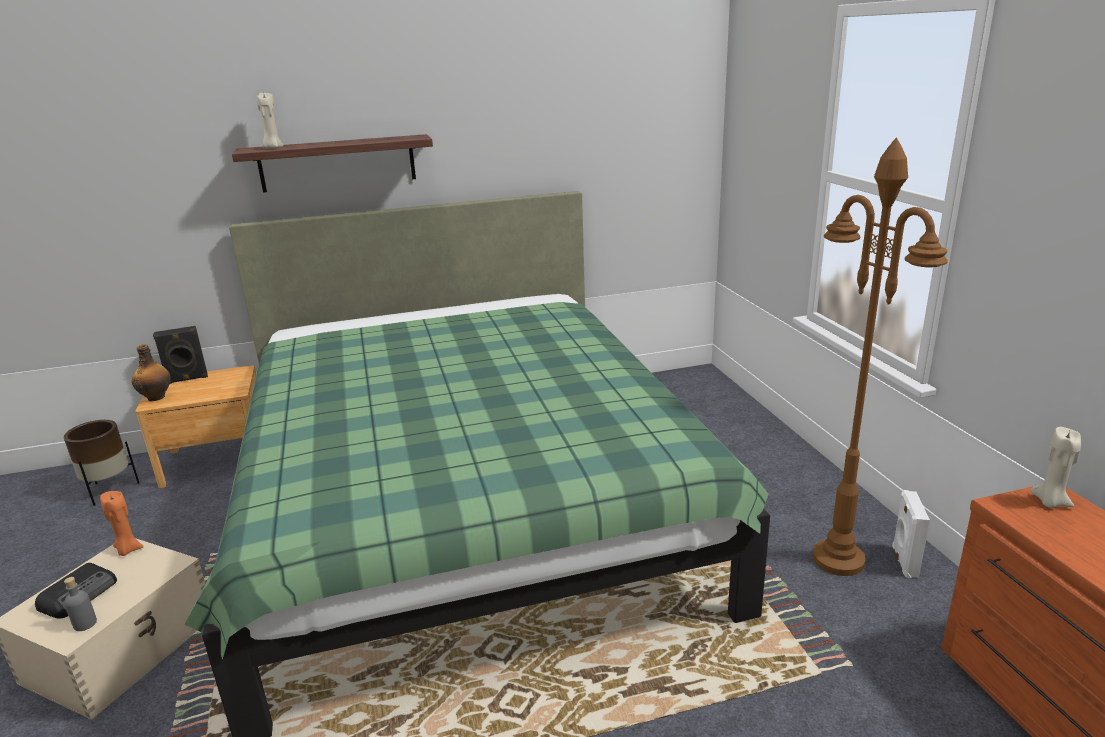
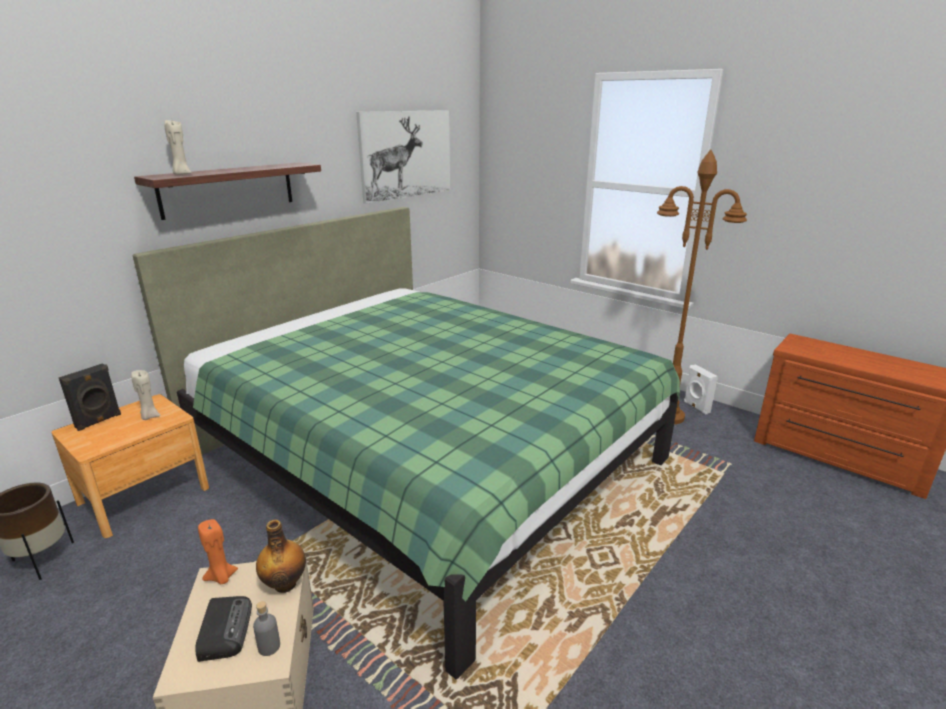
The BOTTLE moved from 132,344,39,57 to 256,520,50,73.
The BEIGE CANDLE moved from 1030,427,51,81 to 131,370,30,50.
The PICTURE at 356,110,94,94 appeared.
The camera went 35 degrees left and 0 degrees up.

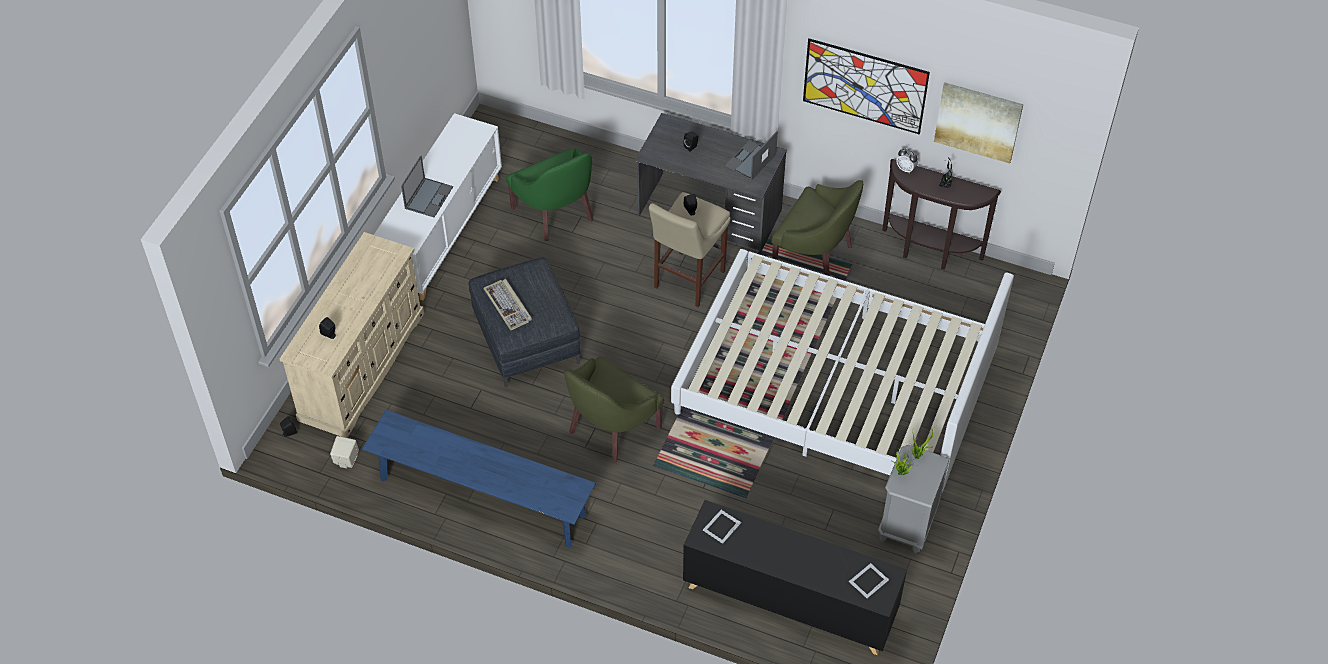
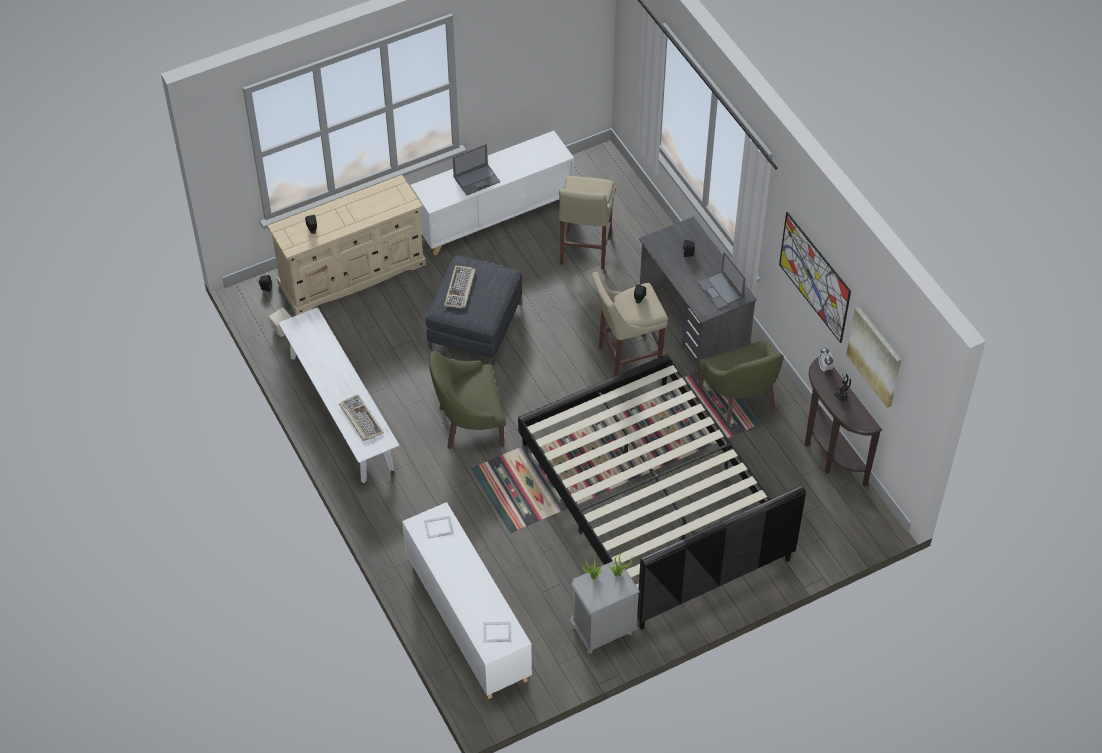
The LAPTOP at 725,131,53,49 turned 105 degrees counterclockwise.
The GREEN ARMCHAIR at 506,148,88,93 was replaced by the BEIGE STOOL at 559,176,56,94.
The WHITE BED at 671,249,343,243 became the BLACK BED at 518,354,288,276.
The BLUE BENCH at 362,410,234,137 became the WHITE BENCH at 279,307,120,176.
The BLACK CABINET at 683,500,224,155 became the WHITE CABINET at 402,502,130,197.
The KEYBOARD at 339,394,45,47 appeared.
The camera went 40 degrees right and 0 degrees up.

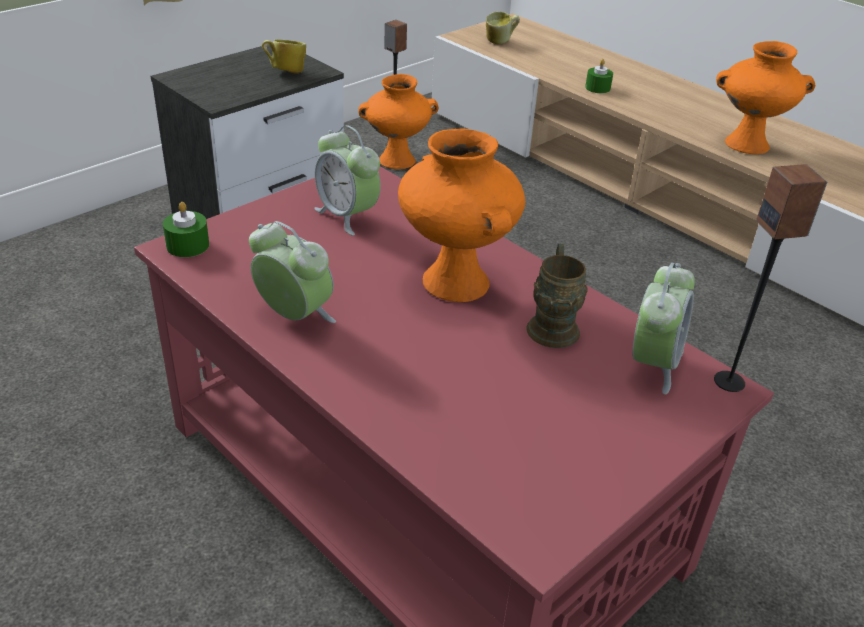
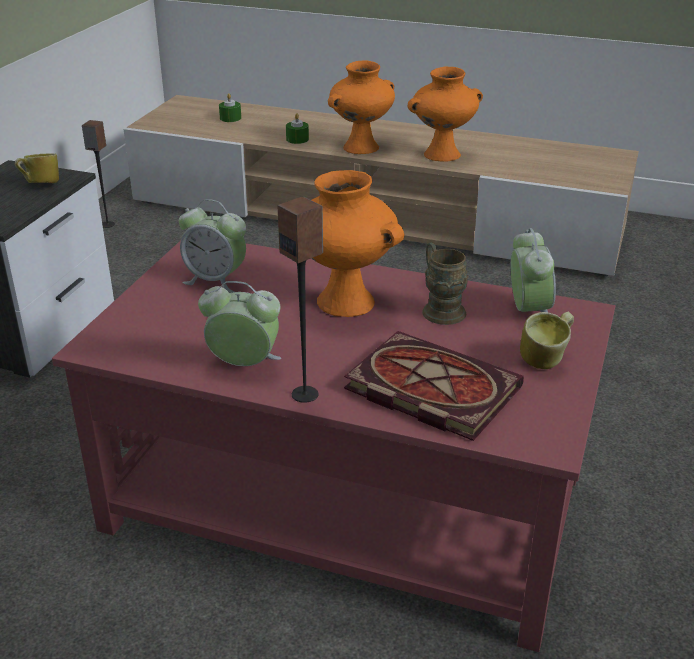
The MUG moved from 486,11,34,34 to 520,312,54,57.
The ORANGE VASE moved from 358,74,81,95 to 328,60,67,94.
The SPEAKER moved from 714,164,113,228 to 278,196,45,207.
The GREEN CANDLE moved from 163,202,46,55 to 219,93,22,29.
The BOOK at 344,331,180,110 appeared.
The camera went 25 degrees left and 5 degrees down.

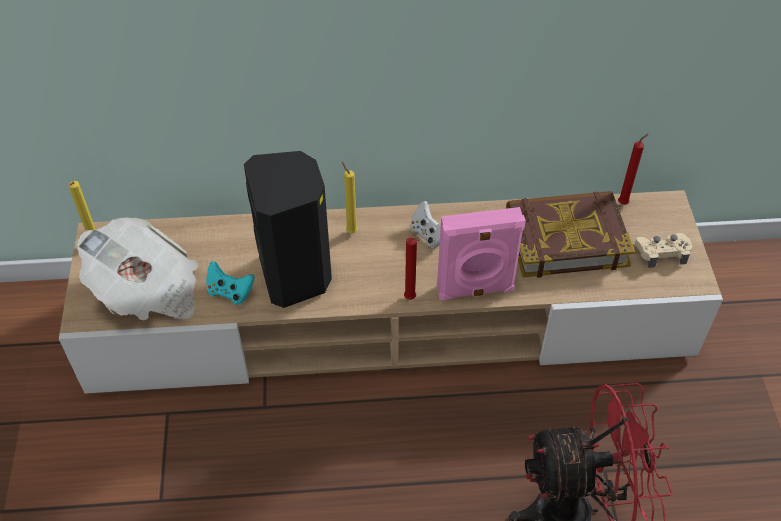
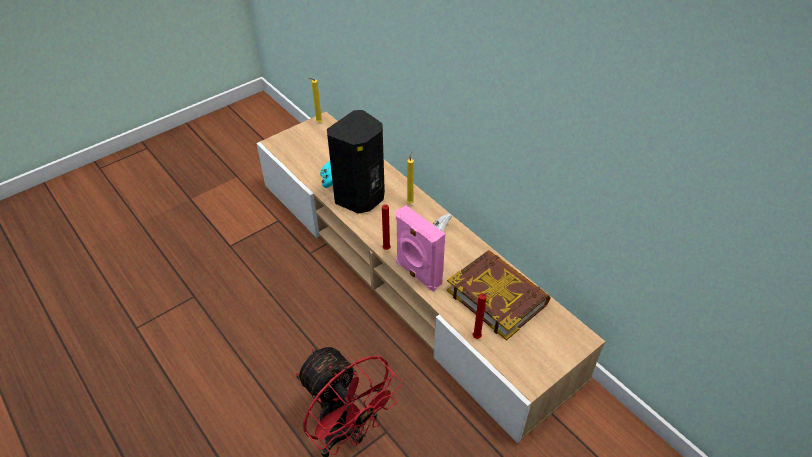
The RED CANDLE moved from 618,133,31,72 to 473,292,19,47.
The NEWSPAPER at 77,218,121,103 disappeared.
The BEIGE GAME CONTROLLER at 635,233,57,35 disappeared.
The camera went 55 degrees right and 5 degrees down.

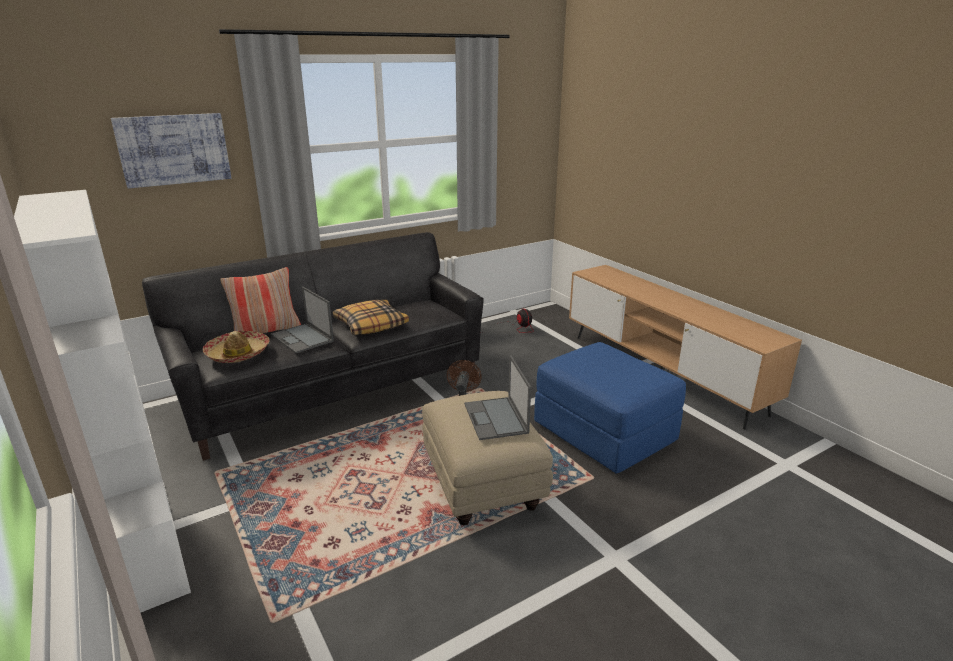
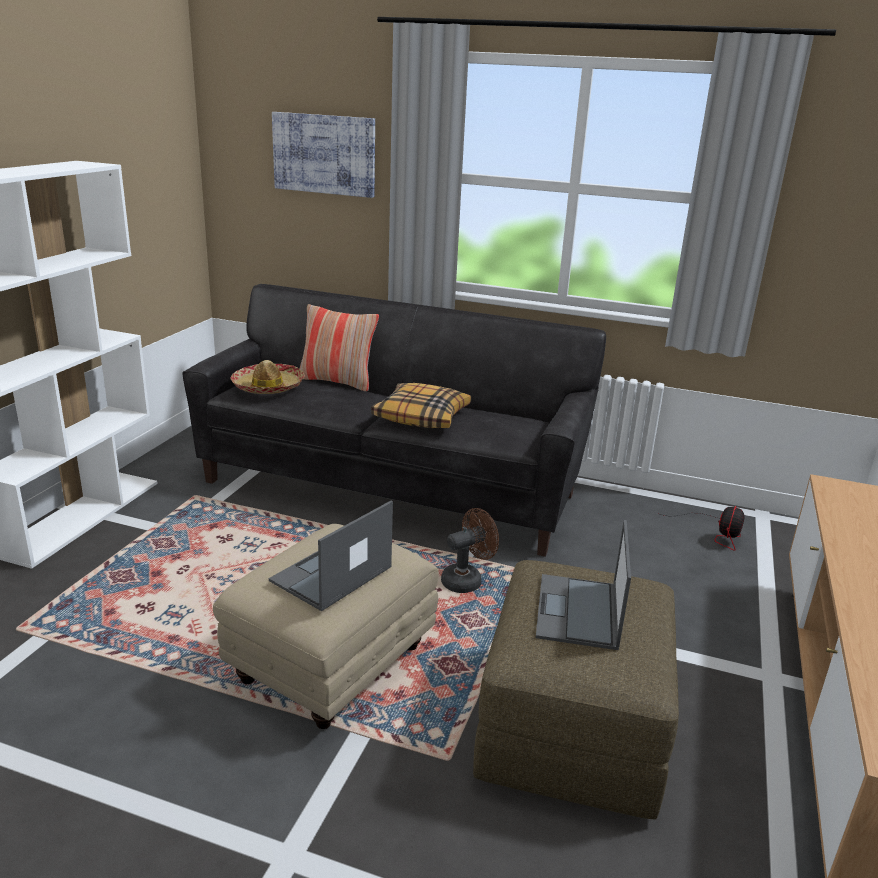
The LAPTOP moved from 271,287,63,66 to 536,520,95,130.
The BLUE OTTOMAN at 534,342,152,132 became the BROWN OTTOMAN at 473,560,206,259.
The camera went 50 degrees right and 0 degrees up.

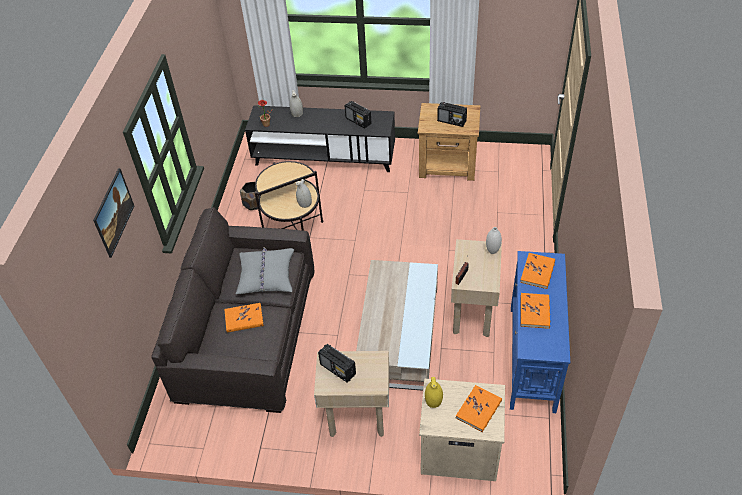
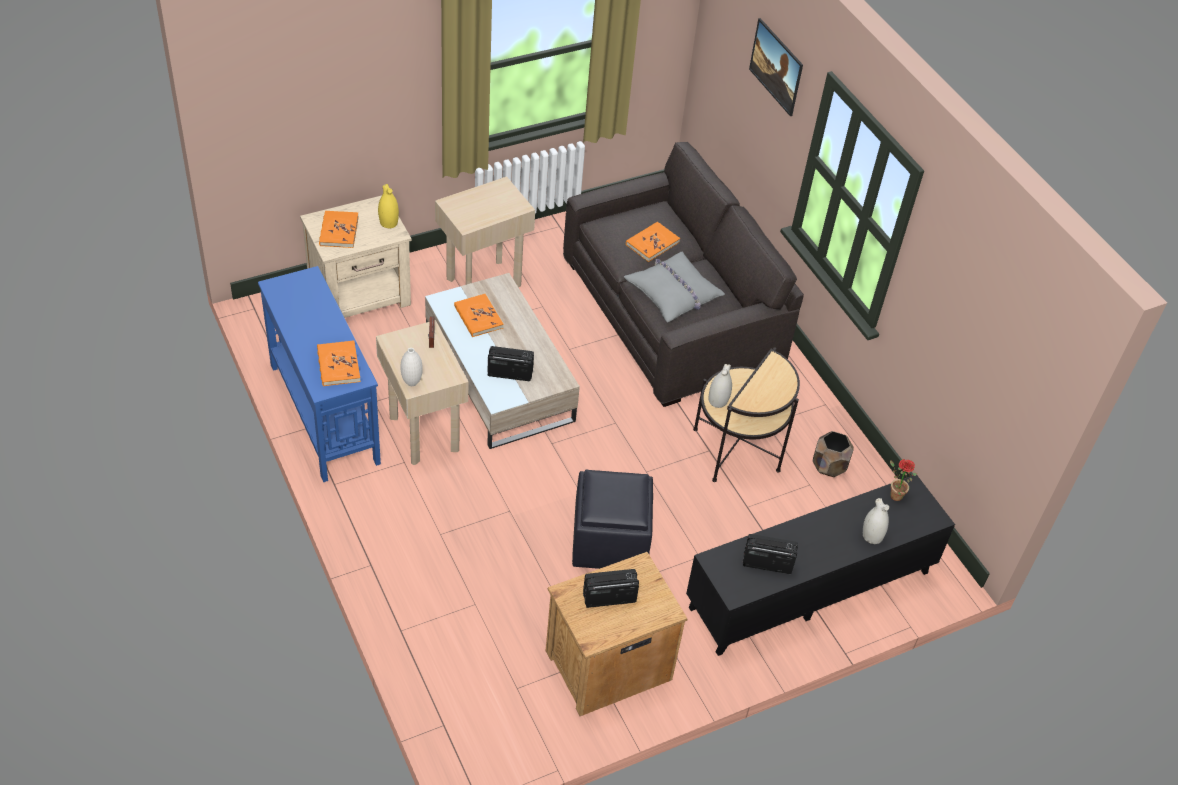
The ORANGE BOOK moved from 521,293,29,36 to 454,294,50,43.
The RADIO moved from 318,344,38,39 to 487,346,47,35.
The BLACK OTTOMAN at 572,470,81,99 appeared.
The camera went 140 degrees right and 0 degrees up.

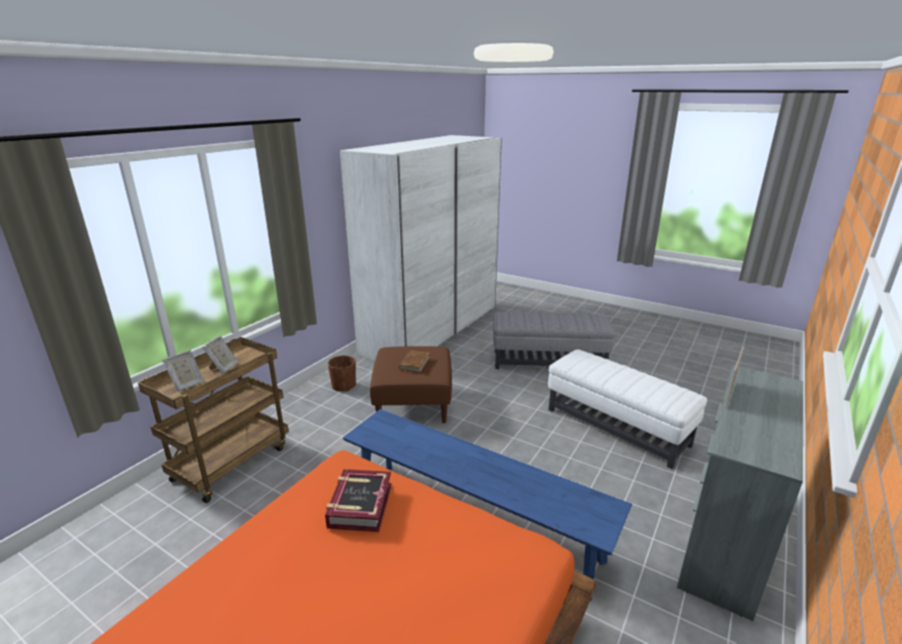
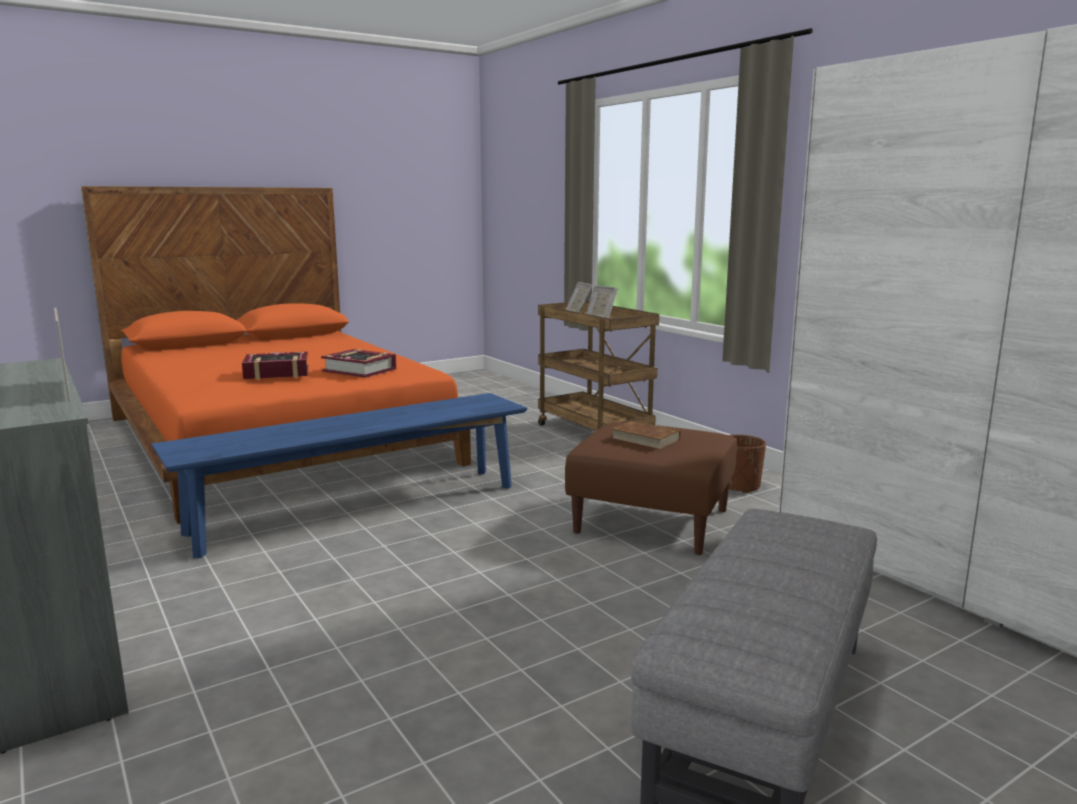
The WHITE OTTOMAN at 548,349,159,120 disappeared.
The BOOK at 242,352,67,27 appeared.
The camera went 115 degrees right and 10 degrees down.

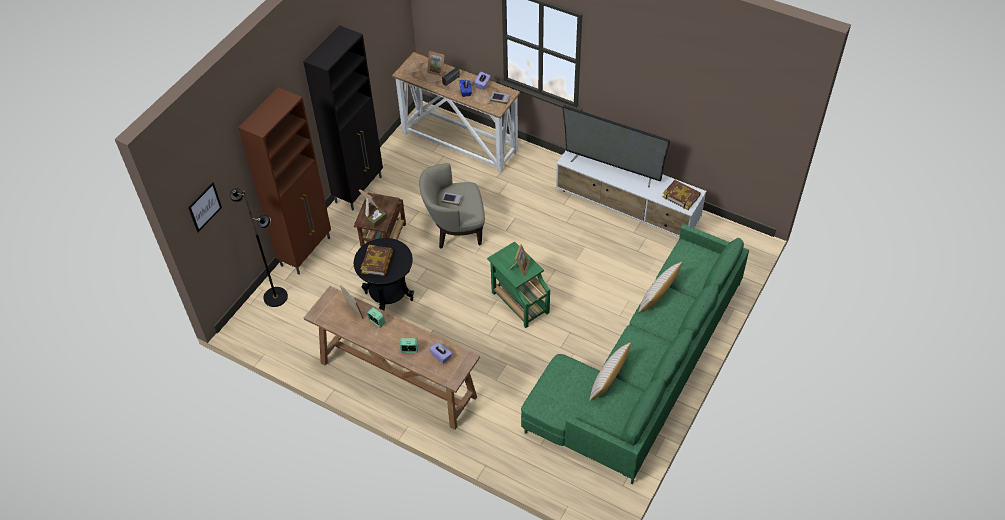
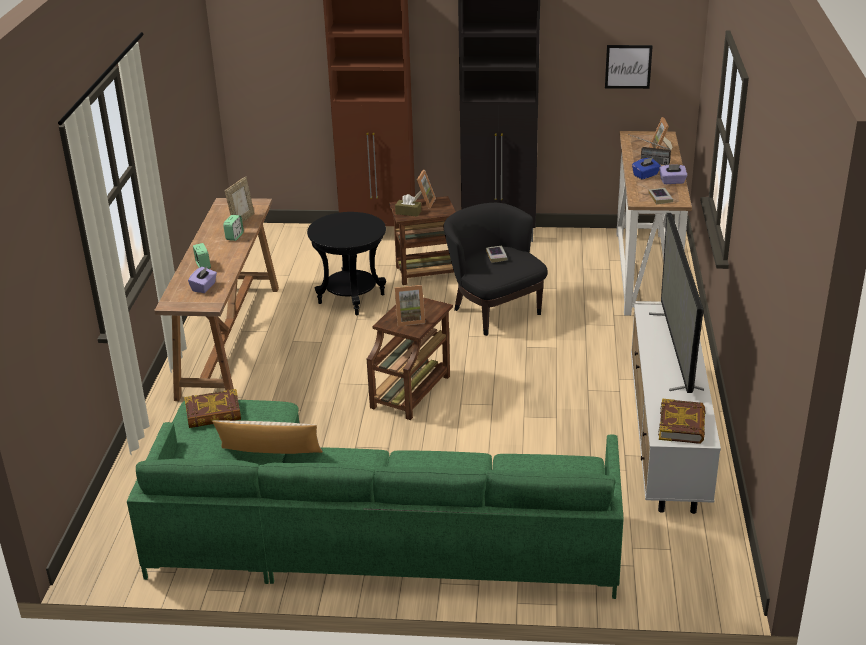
The BEIGE ARMCHAIR at 419,163,66,86 became the BLACK ARMCHAIR at 444,203,104,133.
The PICTURE moved from 188,182,34,50 to 605,45,48,44.
The BLACK FLOOR LAMP at 230,188,58,119 disappeared.
The GREEN SIDE TABLE at 487,241,63,87 became the BROWN SIDE TABLE at 367,297,86,123.
The BOOK moved from 361,245,32,31 to 184,389,57,39.
The BEIGE PILLOW at 638,262,44,51 disappeared.
The camera went 65 degrees right and 20 degrees down.

